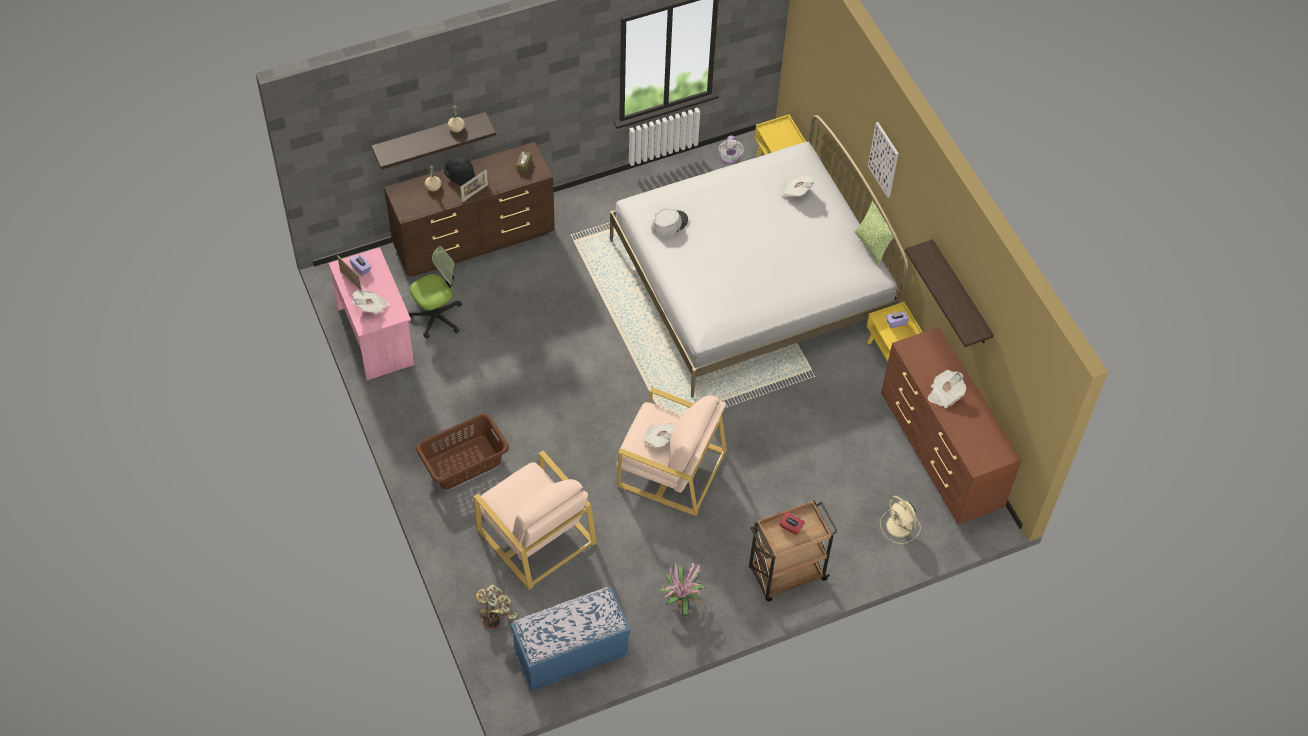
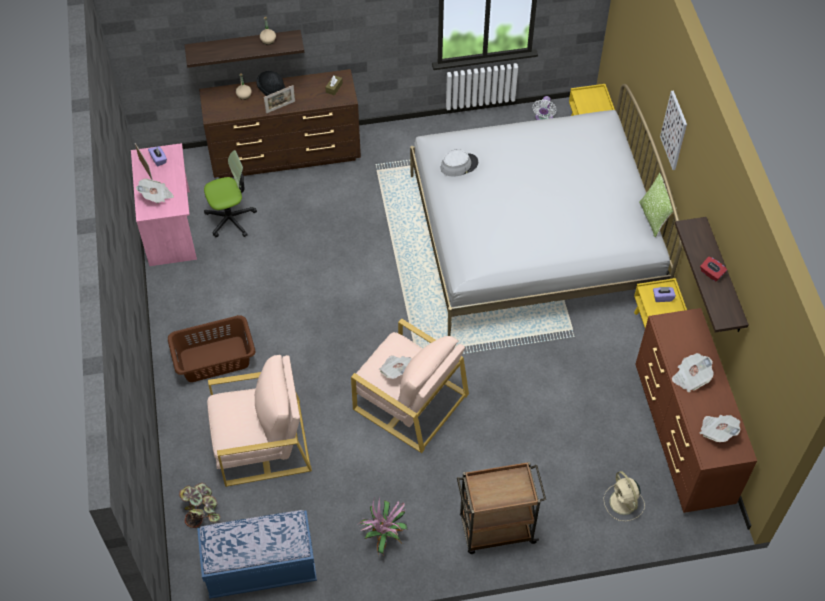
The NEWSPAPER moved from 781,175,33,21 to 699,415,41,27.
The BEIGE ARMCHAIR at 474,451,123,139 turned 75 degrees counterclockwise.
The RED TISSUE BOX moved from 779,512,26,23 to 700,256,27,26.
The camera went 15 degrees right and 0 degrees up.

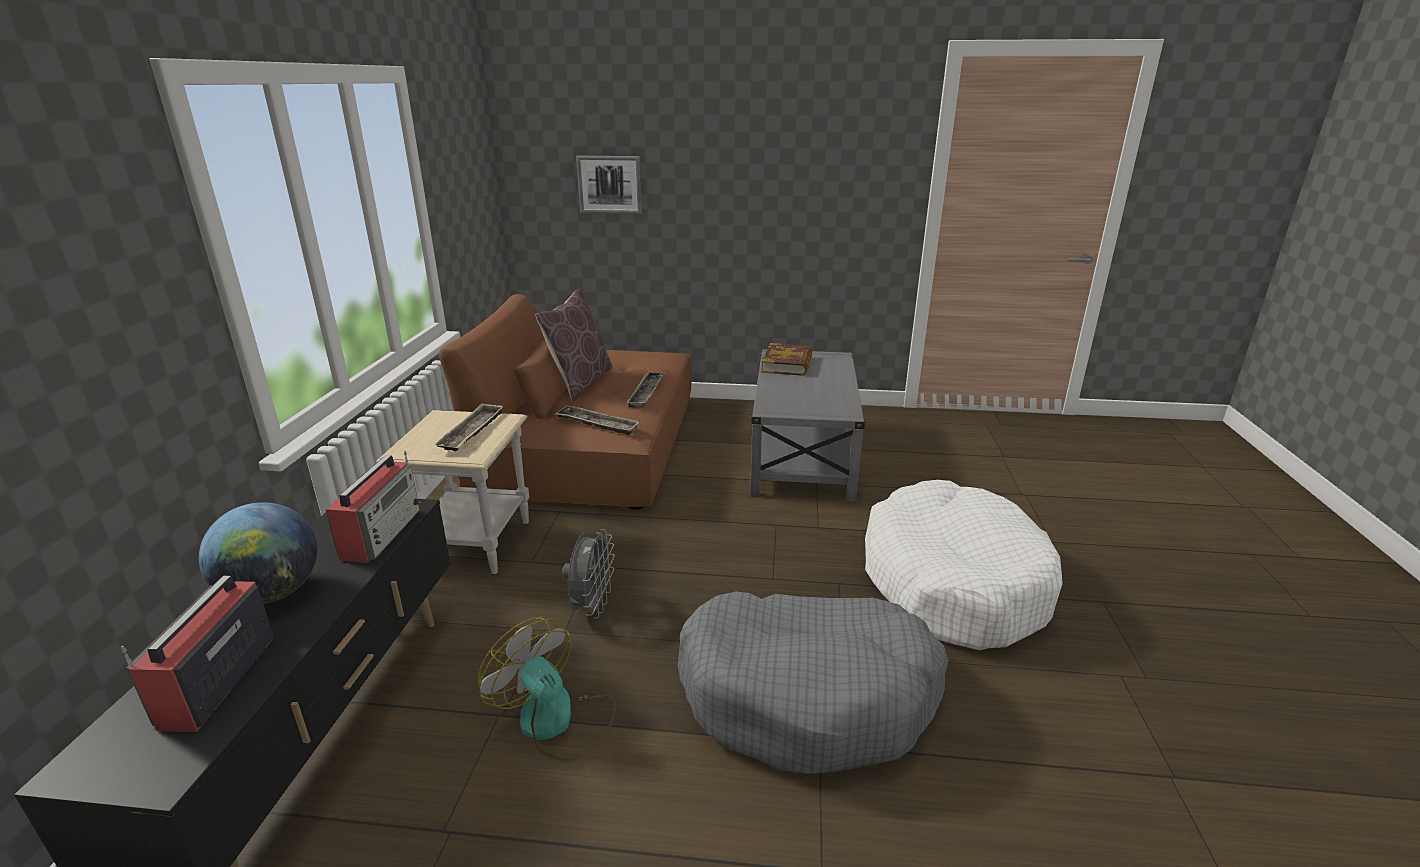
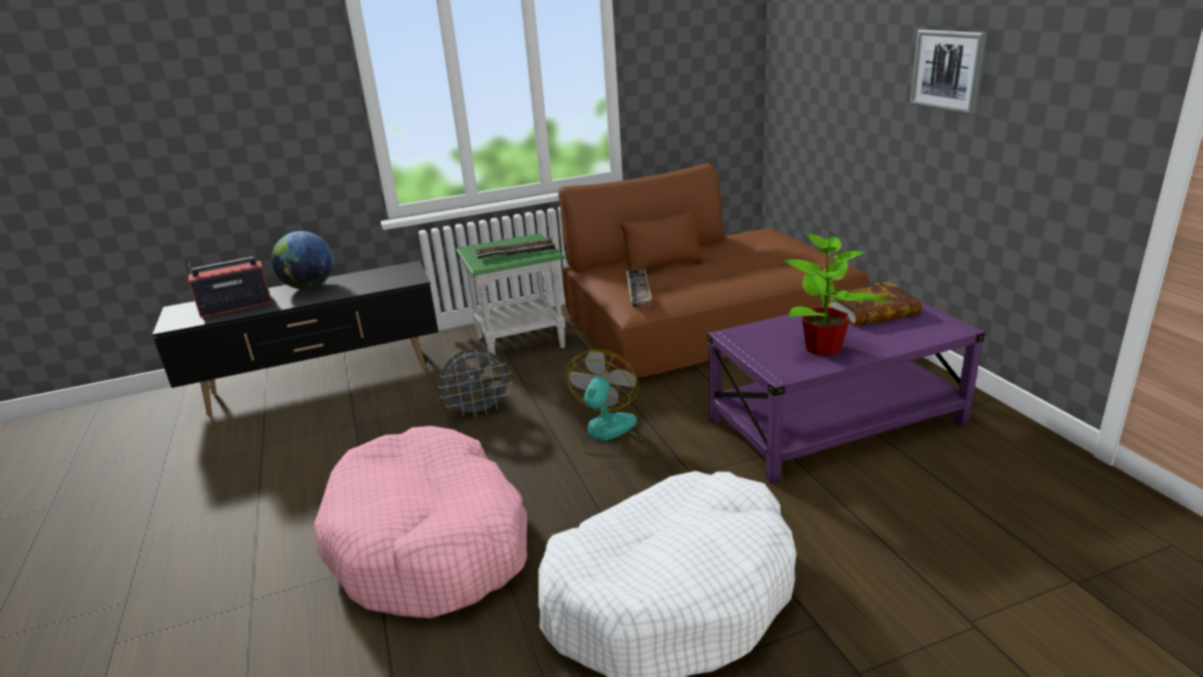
The PICTURE moved from 576,156,66,58 to 910,29,77,86.
The BROWN PILLOW at 536,289,77,113 disappeared.
The GREY COFFEE TABLE at 750,349,116,153 became the PURPLE COFFEE TABLE at 708,301,277,183.
The TRAY at 626,372,39,36 disappeared.
The BEIGE SIDE TABLE at 376,410,153,164 became the GREEN SIDE TABLE at 456,233,110,131.
The RADIO at 326,451,95,112 disappeared.
The GREY DOG BED at 678,592,270,182 became the PINK DOG BED at 314,426,214,192.
The FAN moved from 478,616,138,145 to 566,350,81,106.
The POTTED PLANT at 783,231,106,125 appeared.
The camera went 65 degrees right and 0 degrees up.

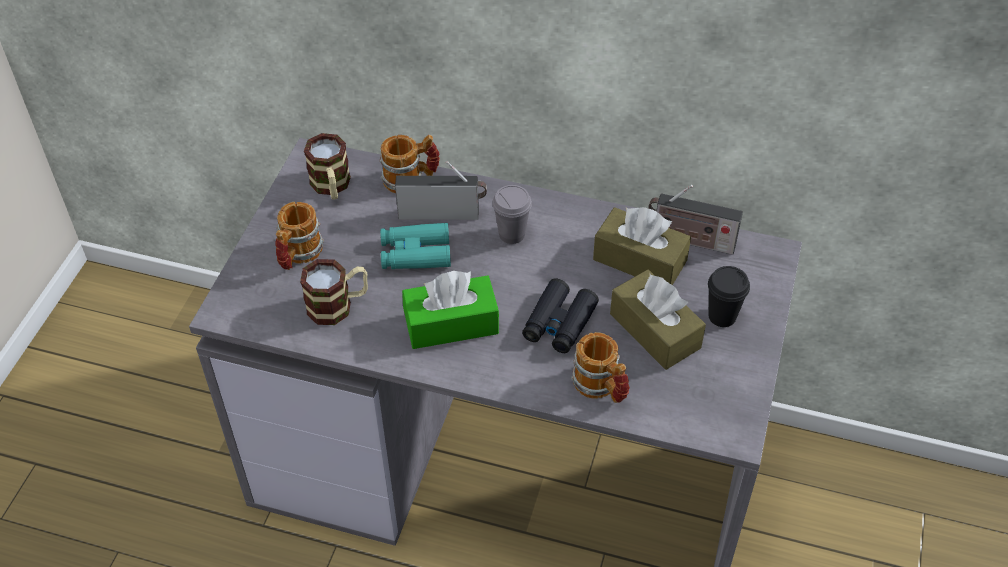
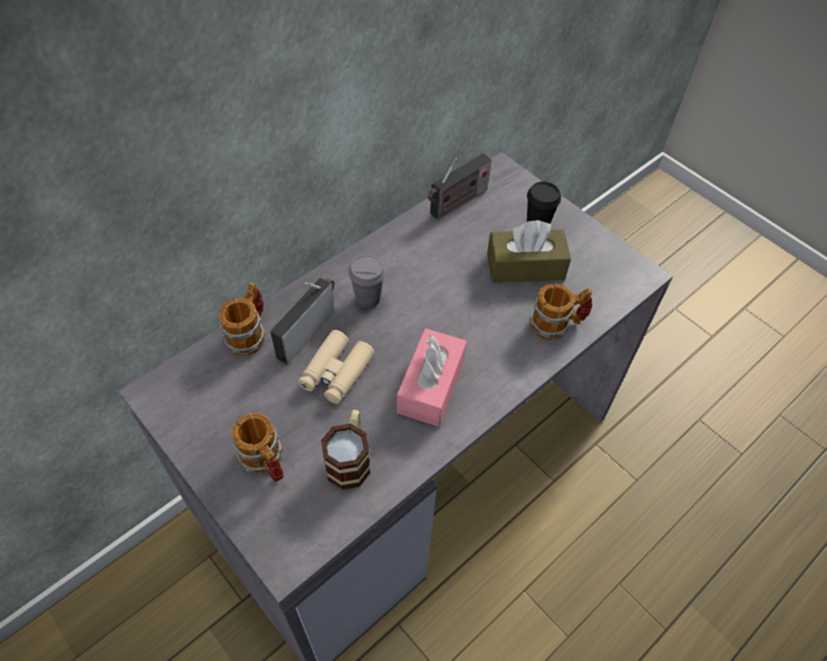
The MUG at 304,133,47,67 disappeared.
The BROWN TISSUE BOX at 593,207,98,78 disappeared.
The TURQUOISE BINOCULARS at 380,223,71,46 became the BEIGE BINOCULARS at 298,330,76,74.
The GREEN TISSUE BOX at 402,271,97,78 became the PINK TISSUE BOX at 397,329,70,98.
The BLACK BINOCULARS at 522,278,77,75 disappeared.
The camera went 60 degrees left and 5 degrees up.

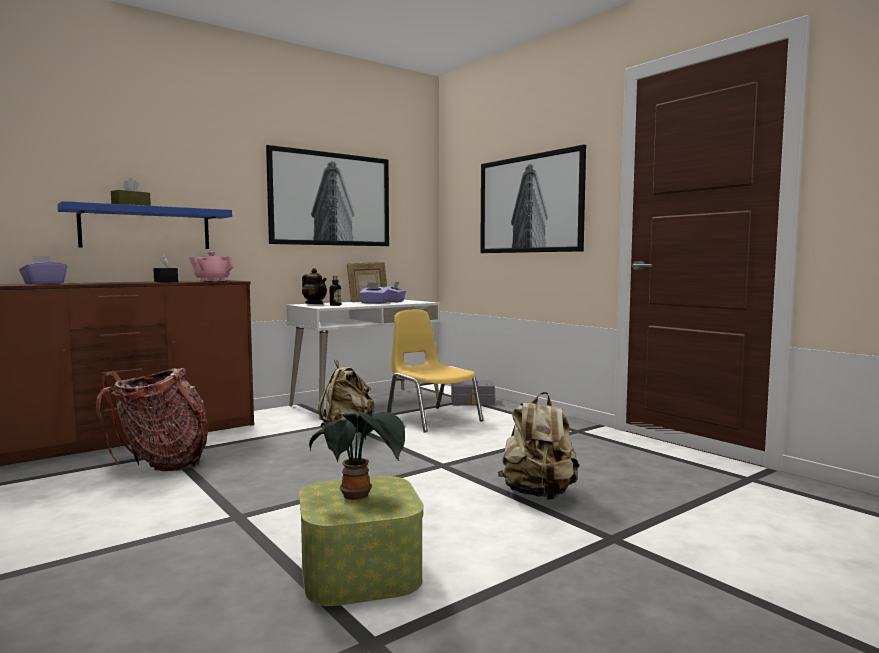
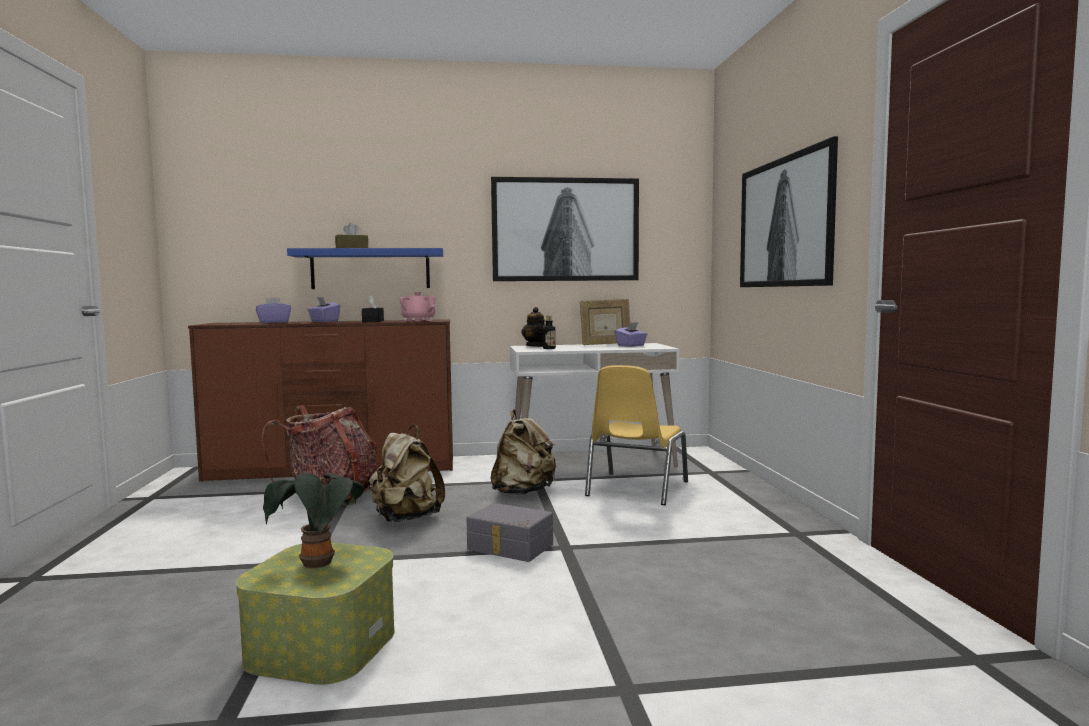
The PURPLE TISSUE BOX moved from 359,282,30,22 to 308,297,32,25.
The YELLOW CHAIR at 387,310,96,123 turned 150 degrees counterclockwise.
The GREY STORAGE BOX moved from 451,380,44,26 to 467,503,86,59.
The BEIGE BACKPACK moved from 498,392,81,108 to 369,425,76,97.
The camera went 30 degrees right and 0 degrees up.

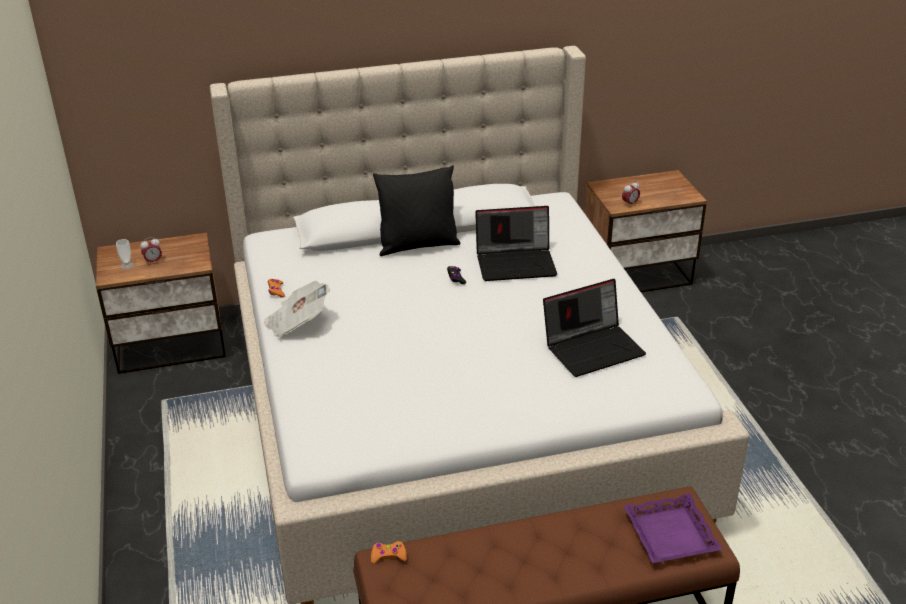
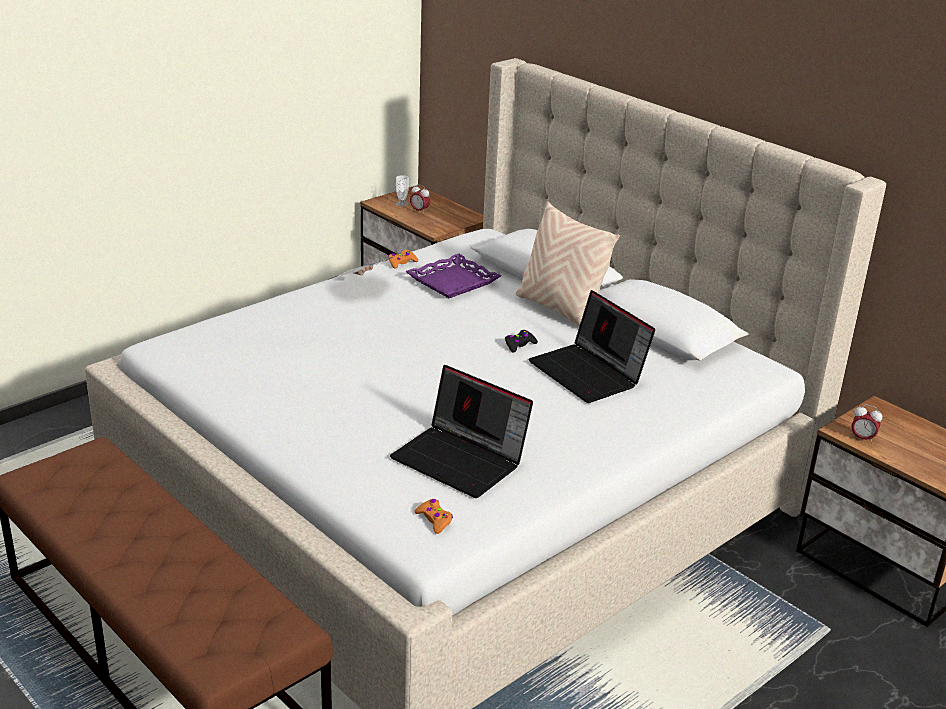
The BLACK PILLOW at 373,165,88,91 became the BEIGE PILLOW at 516,202,104,124.
The PURPLE TRAY moved from 623,493,100,70 to 405,253,96,45.
The ORANGE GAME CONTROLLER moved from 371,541,36,23 to 415,499,38,35.
The camera went 60 degrees right and 5 degrees down.

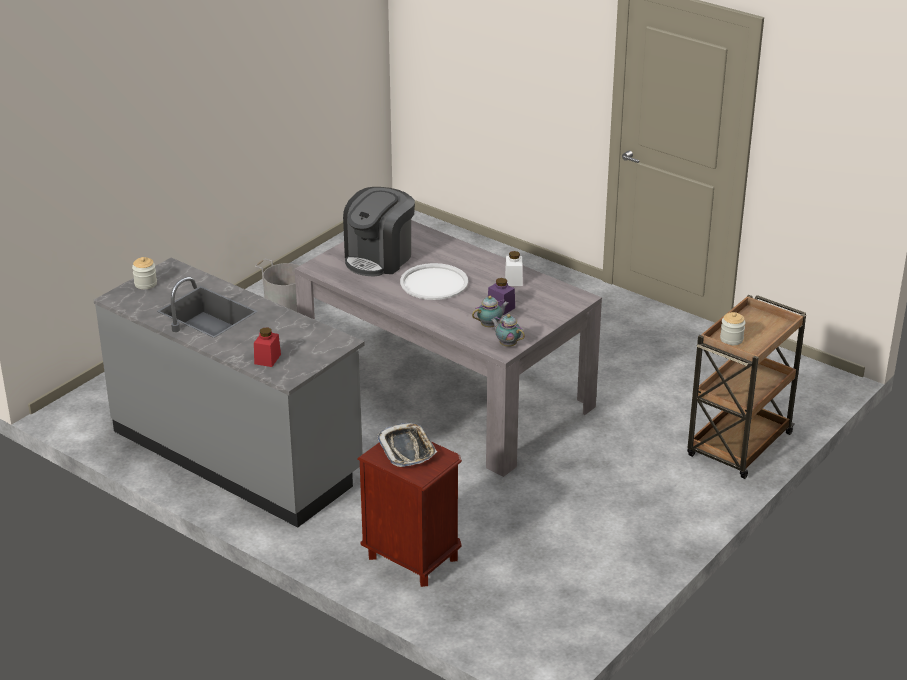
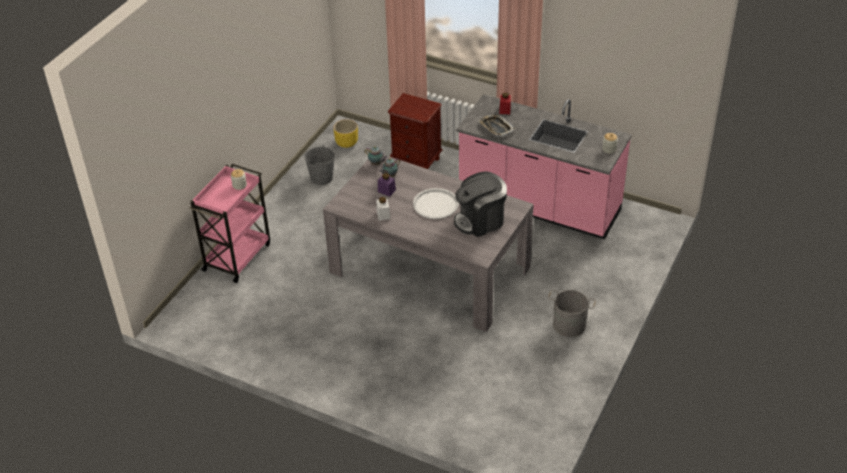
The COFFEE MACHINE at 343,187,72,89 turned 135 degrees counterclockwise.
The GREY COUNTER at 94,258,271,270 became the PINK COUNTER at 456,94,176,145.
The BROWN CART at 687,295,119,184 became the PINK CART at 189,164,81,119.
The TRAY moved from 377,423,60,44 to 478,114,37,23.
The YELLOW PLANTER at 333,119,25,29 appeared.
The GREY BUCKET at 304,145,31,40 appeared.
The camera went 170 degrees right and 10 degrees up.

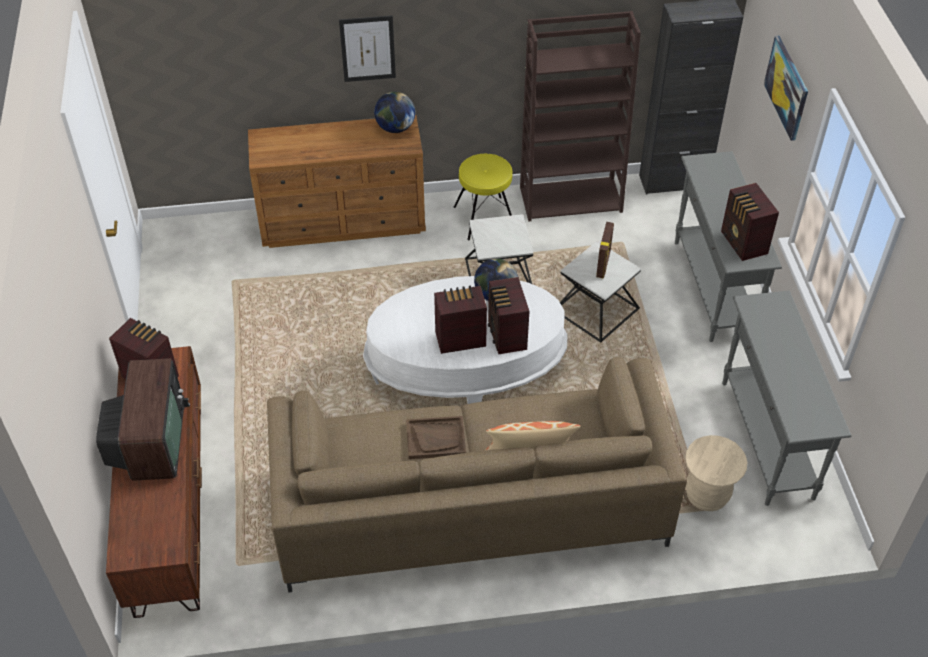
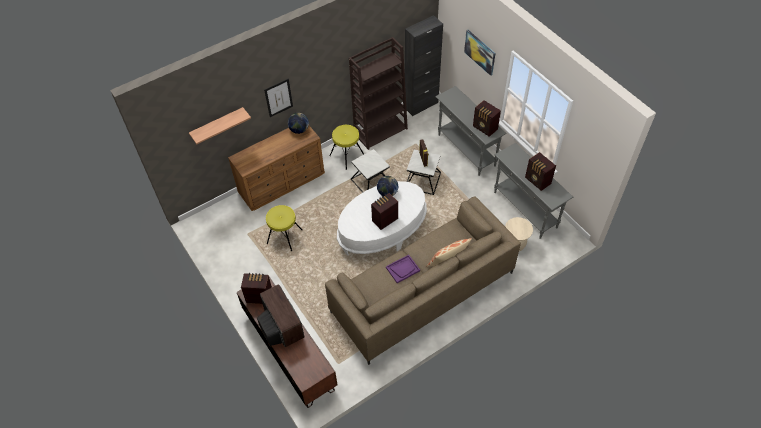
The RADIO moved from 488,277,41,77 to 525,152,31,39.
The BROWN TRAY at 406,416,60,43 became the PURPLE TRAY at 386,255,34,28.
The SHELF at 189,107,62,37 appeared.
The YELLOW STOOL at 266,205,37,46 appeared.
The camera went 25 degrees left and 5 degrees up.

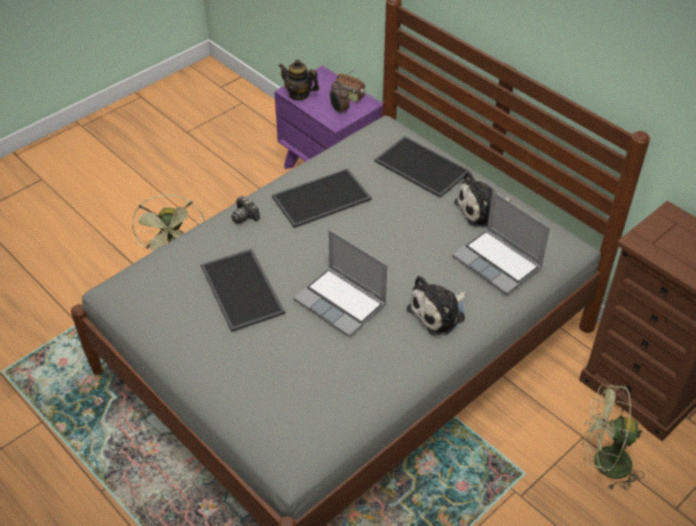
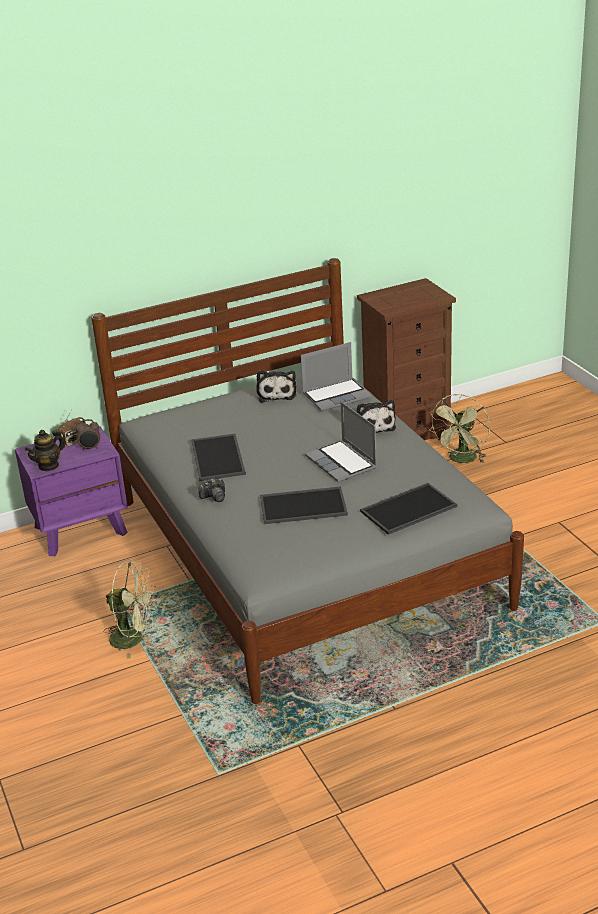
The TRAY moved from 374,136,96,62 to 360,483,97,52.
The LAPTOP at 293,229,94,108 turned 90 degrees clockwise.
The camera went 70 degrees left and 15 degrees down.

